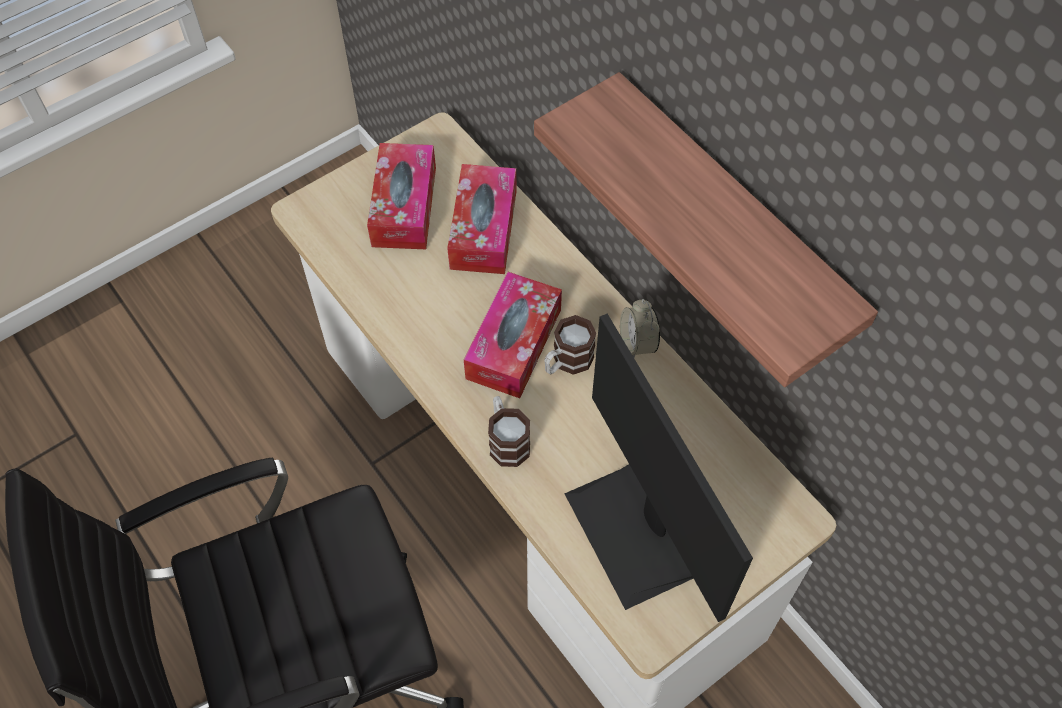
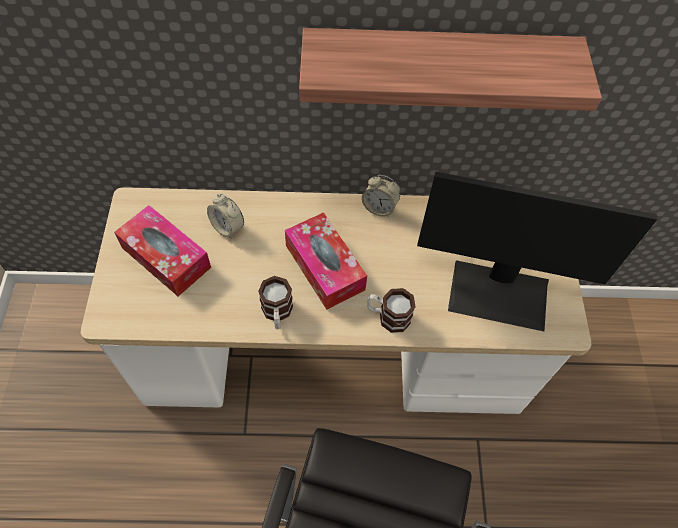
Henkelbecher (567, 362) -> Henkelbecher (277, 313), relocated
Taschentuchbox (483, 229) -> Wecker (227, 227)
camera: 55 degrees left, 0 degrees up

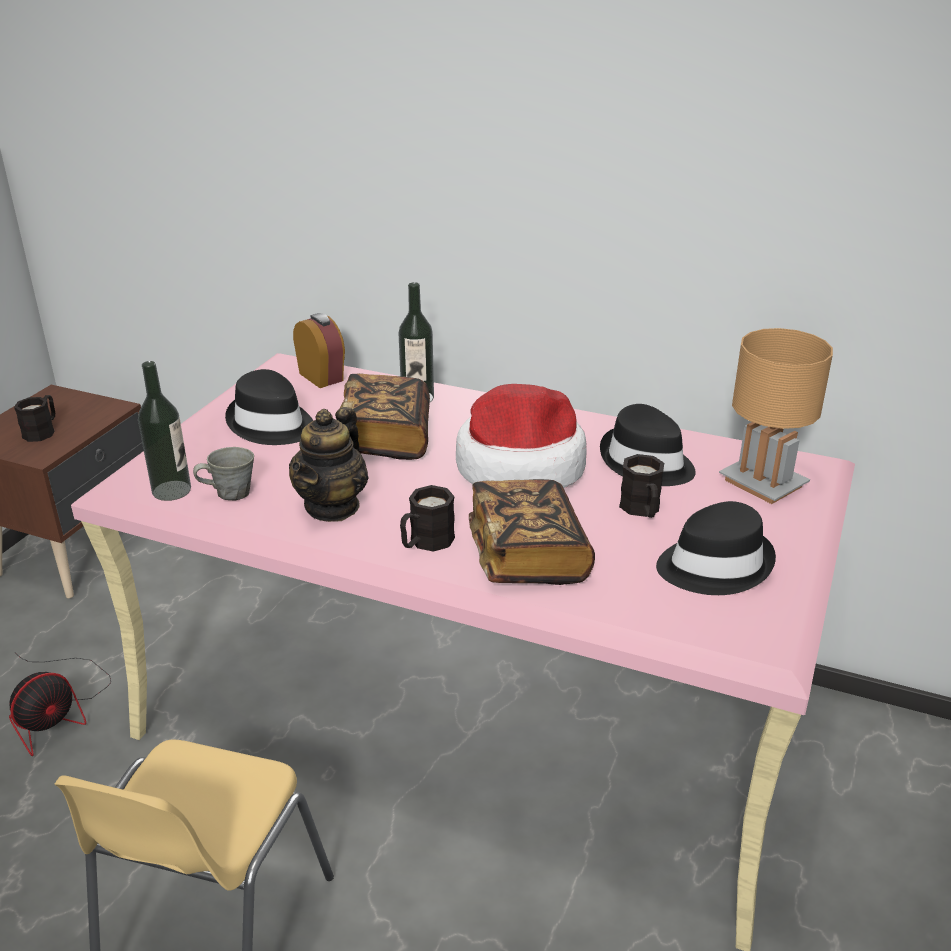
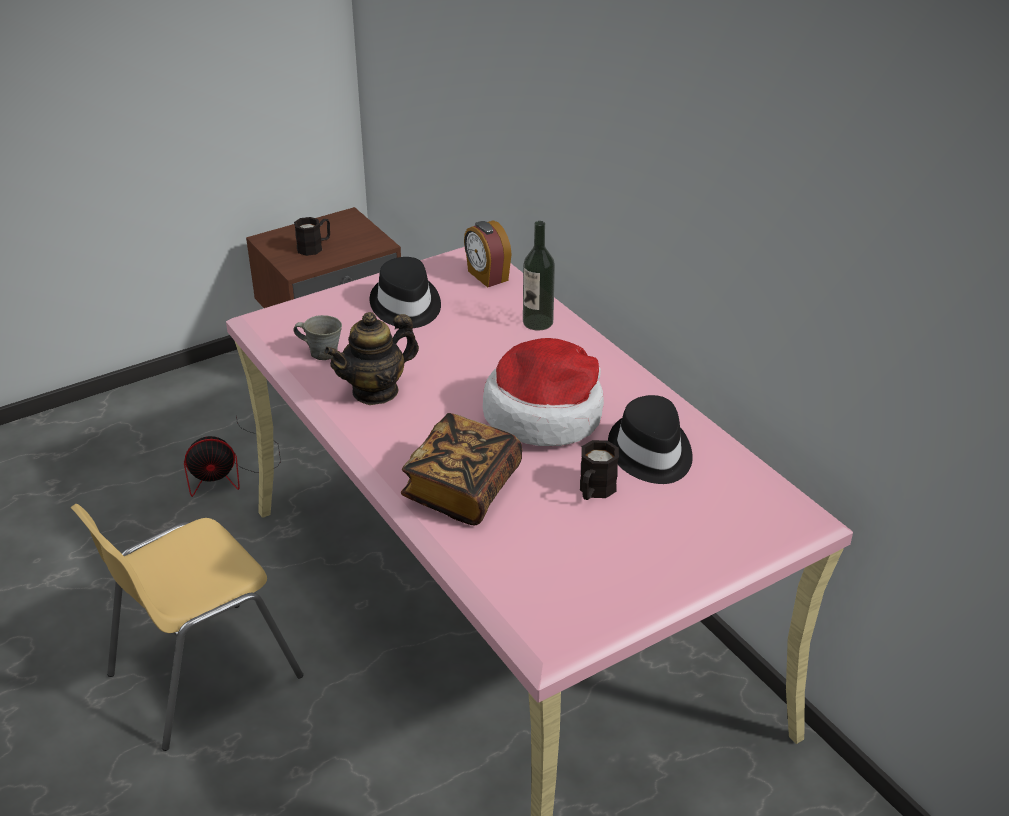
Flasche (171, 490) -> none
Buch (386, 438) -> none
Henkelbecher (schwarz) (425, 542) -> none
Hut (schwarz) (714, 565) -> none
Tischlampe (braun) (762, 484) -> none
Wecker (322, 377) -> Wecker (487, 276), 150 degrees clockwise
camera: 35 degrees right, 5 degrees up

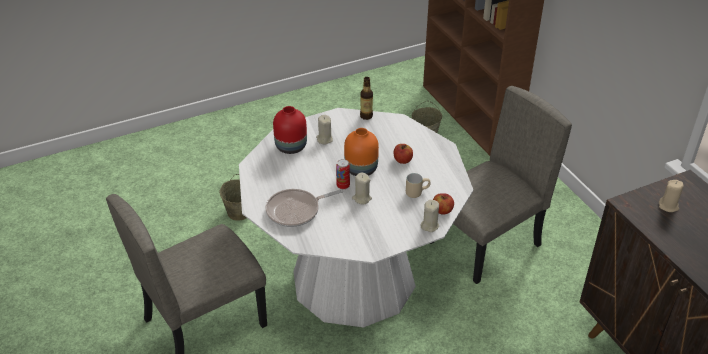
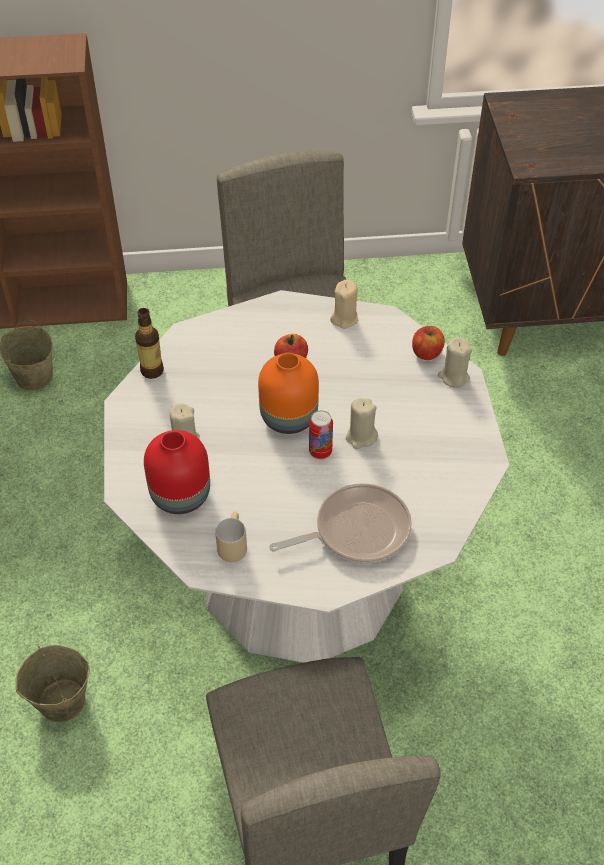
Henkelbecher (beige) (416, 192) -> Henkelbecher (beige) (231, 545), relocated
Kerze (beige) (668, 206) -> Kerze (beige) (344, 318), relocated
Pfanne (296, 211) -> Pfanne (356, 530), 105 degrees counterclockwise
camera: 70 degrees left, 10 degrees up

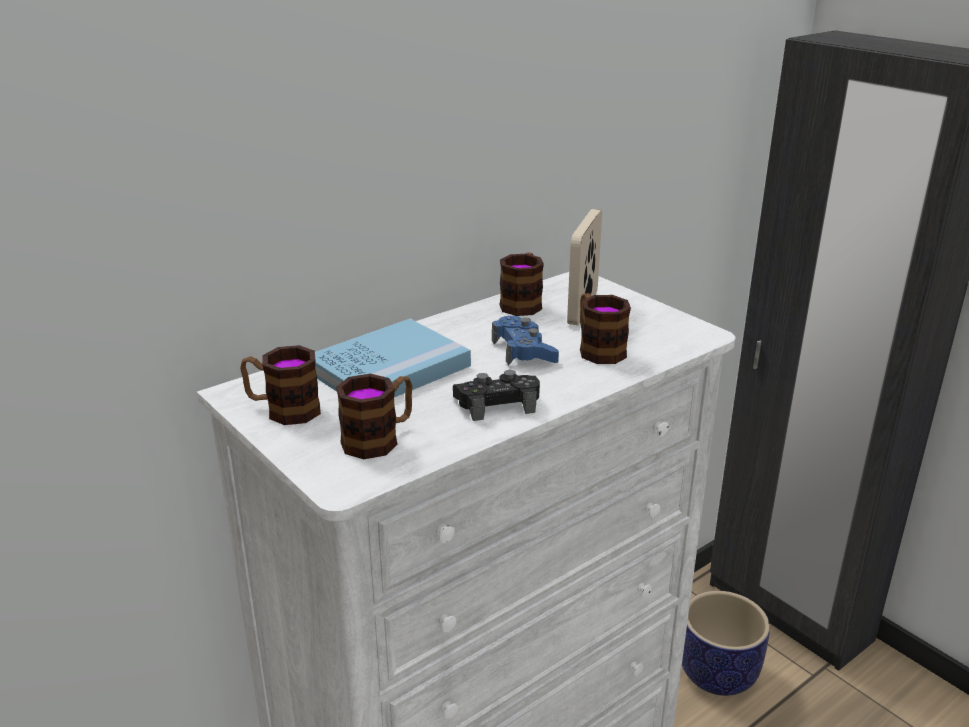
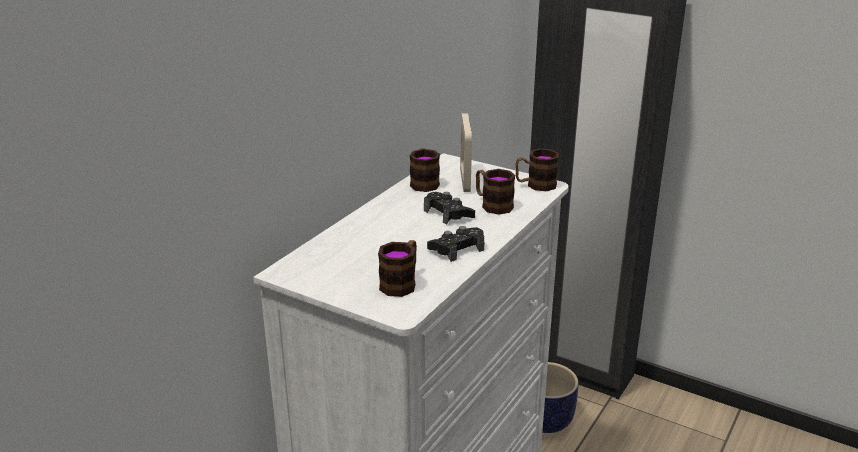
Buch (blau) (389, 368) -> none
Henkelbecher (283, 409) -> Henkelbecher (535, 185), relocated
Gamepad (blau) (524, 351) -> Gamepad (schwarz) (448, 213)
camera: 20 degrees left, 0 degrees up

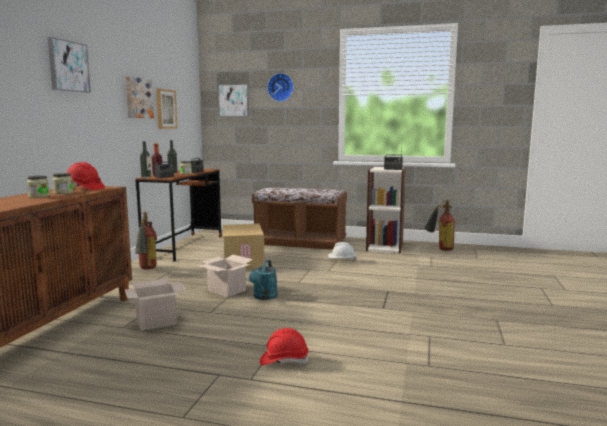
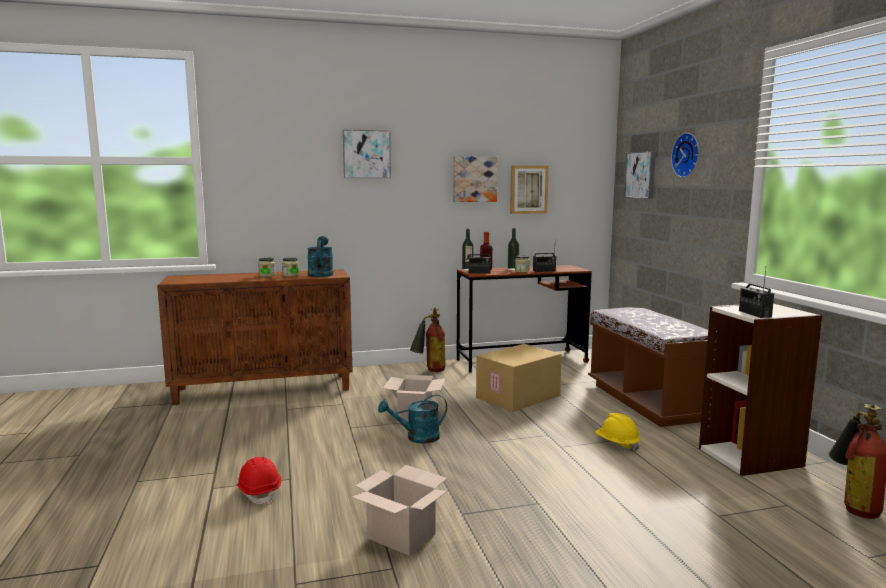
Karton (157, 321) -> Karton (403, 536), relocated
Schutzhelm (rot) (84, 188) -> Gießkanne (türkis) (320, 274)
Schutzhelm (weiß) (341, 261) -> Schutzhelm (gelb) (617, 444)
camera: 60 degrees right, 0 degrees up

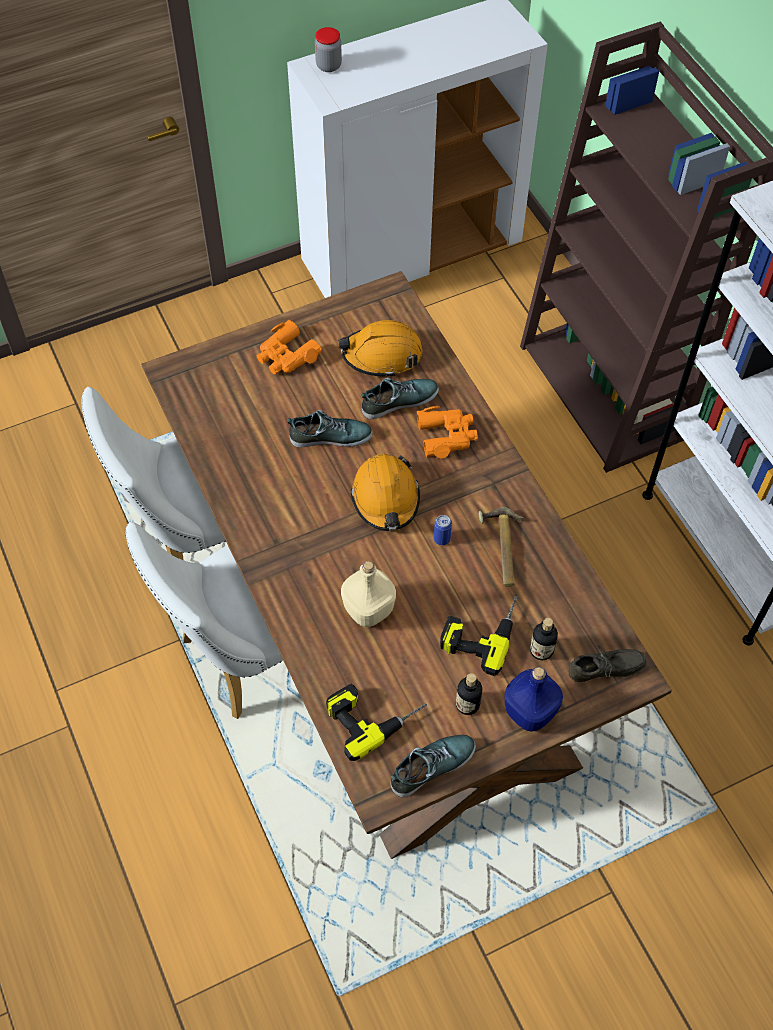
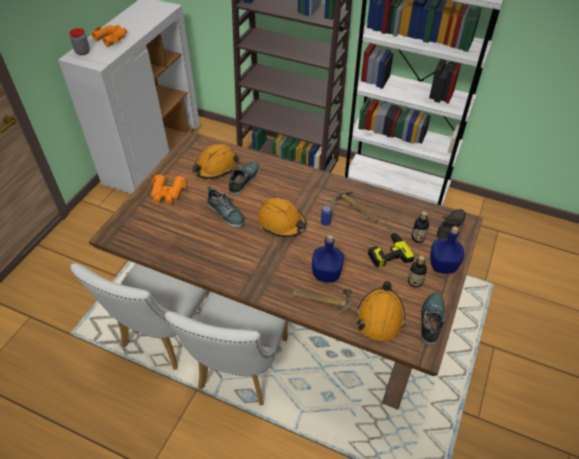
none -> Hammer (322, 298)
Fernglas (orange) (447, 435) -> Fernglas (orange) (112, 38), relocated
Bohrmaschine (373, 714) -> Schutzhelm (orange) (380, 317)
Flasche (beige) (368, 610) -> Flasche (blau) (326, 274)
Schuh (330, 436) -> Schuh (226, 213), 90 degrees clockwise
camera: 40 degrees left, 10 degrees down

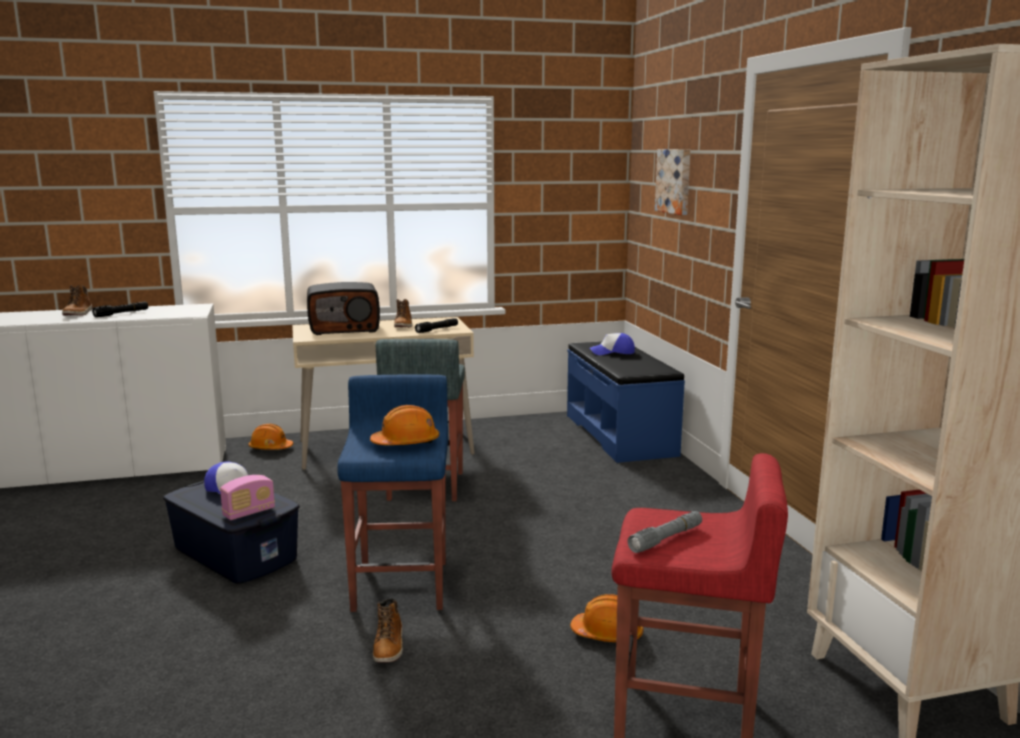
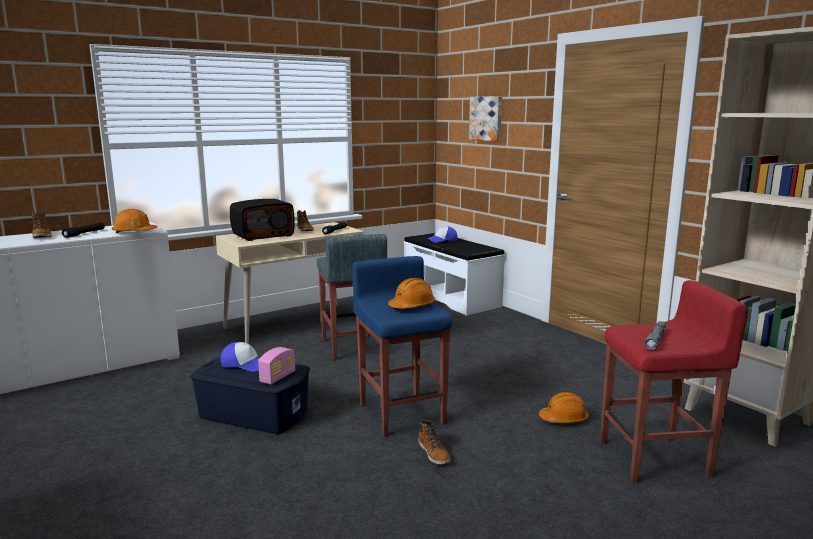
Schutzhelm (orange) (270, 448) -> Schutzhelm (orange) (134, 232), relocated
Bank (blau) (620, 434) -> Bank (weiß) (451, 297)
camera: 20 degrees left, 0 degrees up

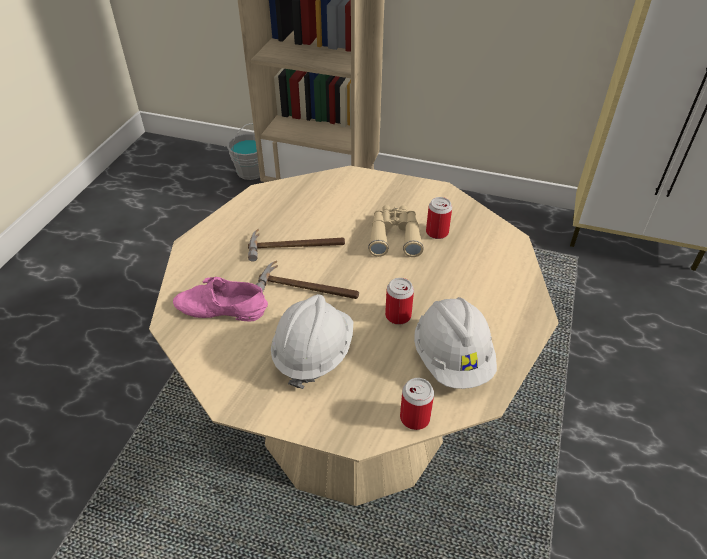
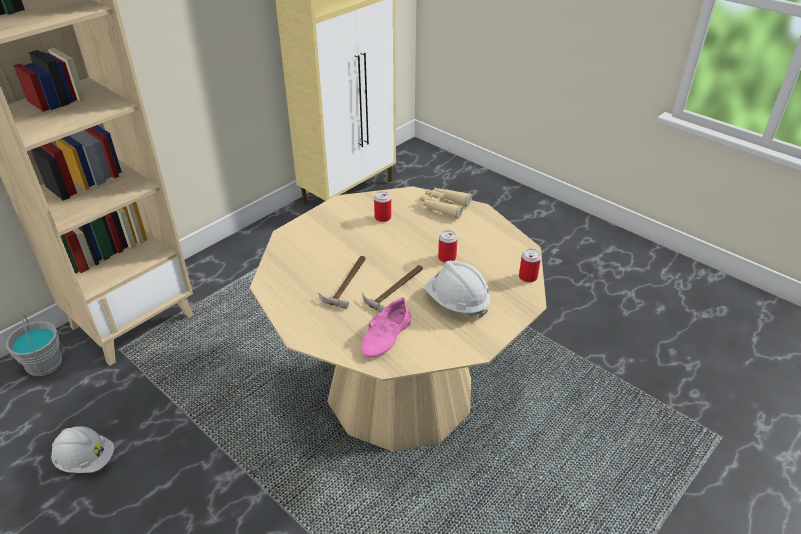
Fernglas (beige) (394, 236) -> Fernglas (beige) (443, 206), relocated
Schutzhelm (weiß) (452, 359) -> Schutzhelm (weiß) (86, 460), relocated
camera: 65 degrees left, 5 degrees down

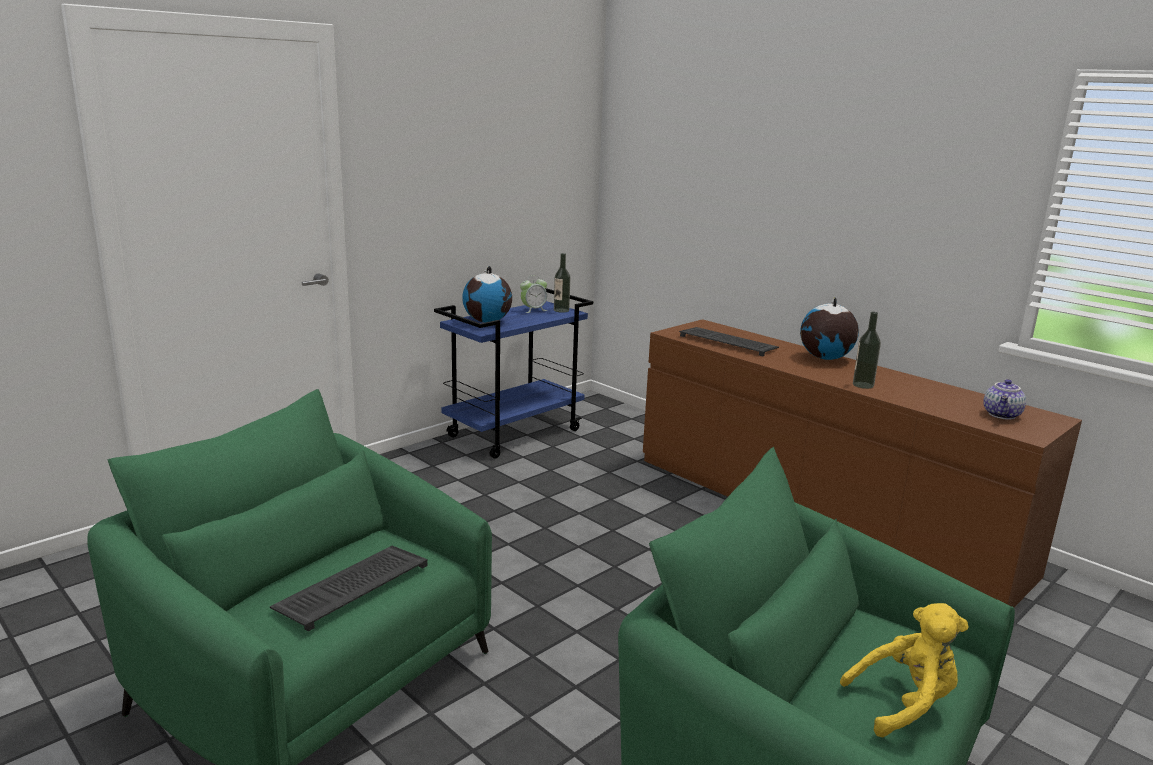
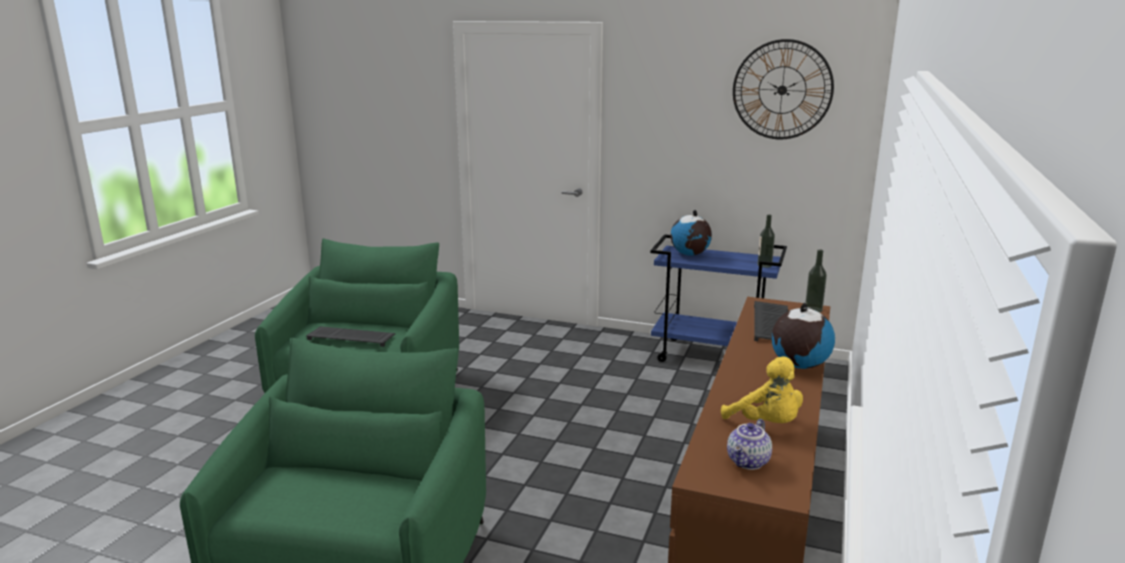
Wecker (533, 310) -> none
none -> Wanduhr (782, 90)
Plüschtier (gelb) (904, 704) -> Plüschtier (gelb) (766, 424), relocated
Flasche (863, 385) -> Flasche (813, 310), relocated
Teekanne (1002, 415) -> Teekanne (749, 462), 60 degrees counterclockwise
camera: 65 degrees right, 0 degrees up

